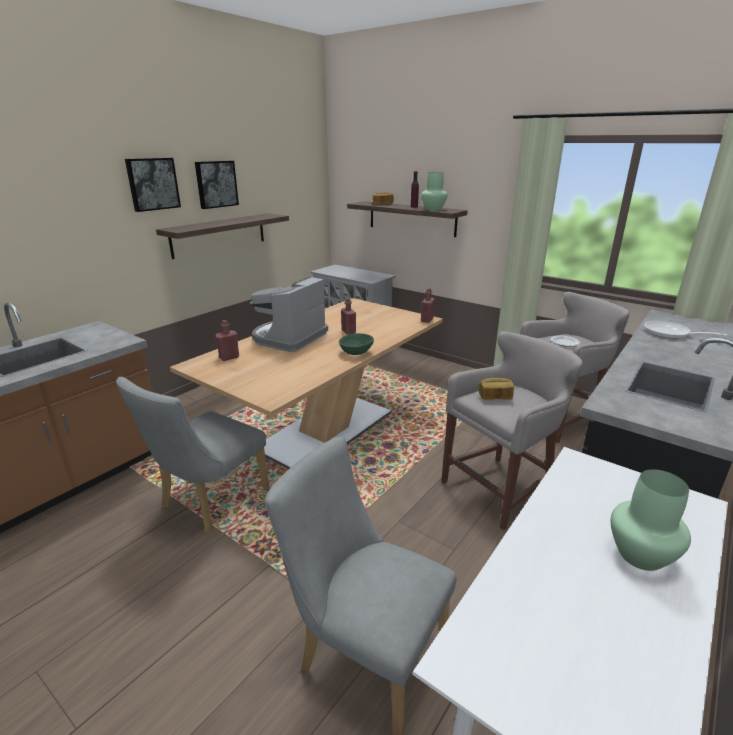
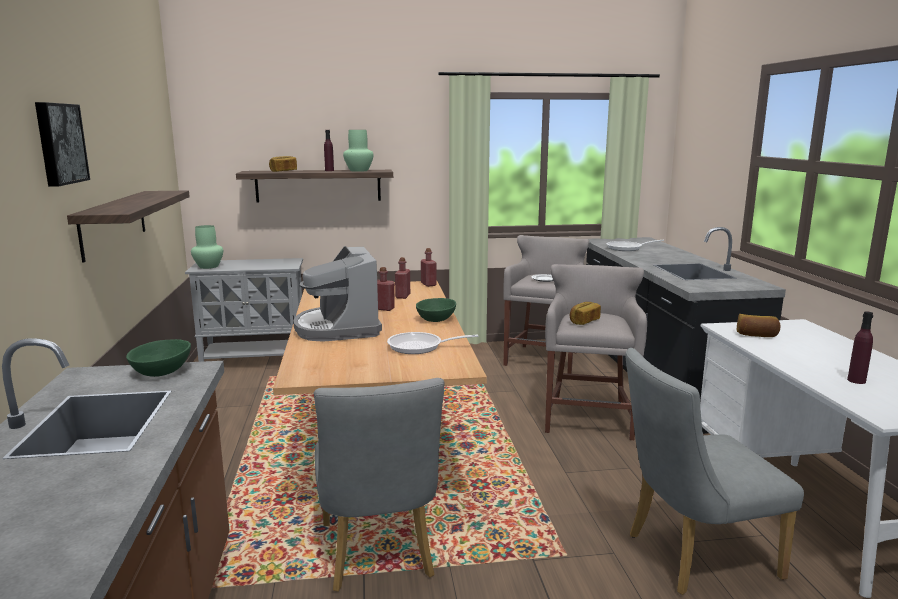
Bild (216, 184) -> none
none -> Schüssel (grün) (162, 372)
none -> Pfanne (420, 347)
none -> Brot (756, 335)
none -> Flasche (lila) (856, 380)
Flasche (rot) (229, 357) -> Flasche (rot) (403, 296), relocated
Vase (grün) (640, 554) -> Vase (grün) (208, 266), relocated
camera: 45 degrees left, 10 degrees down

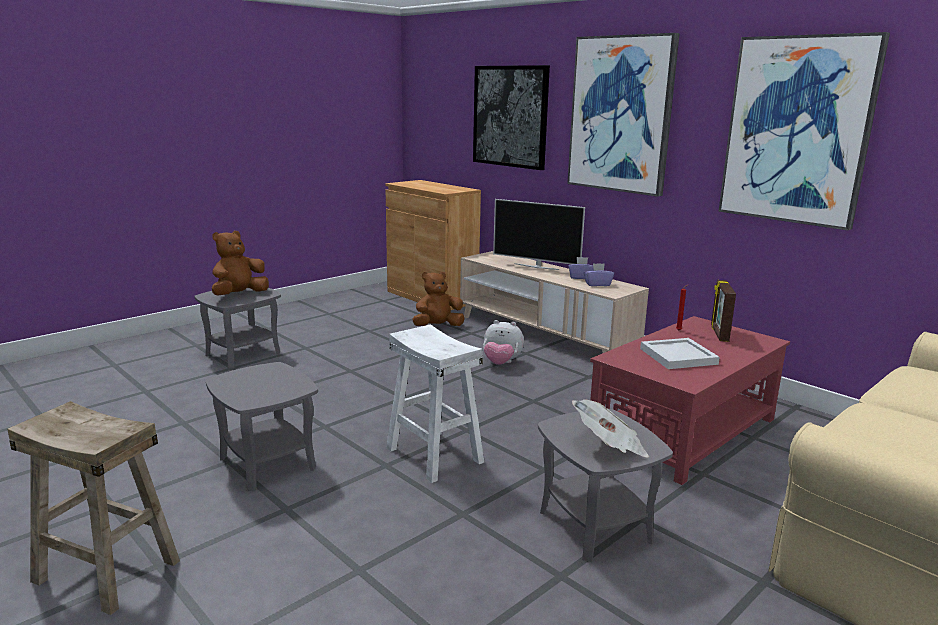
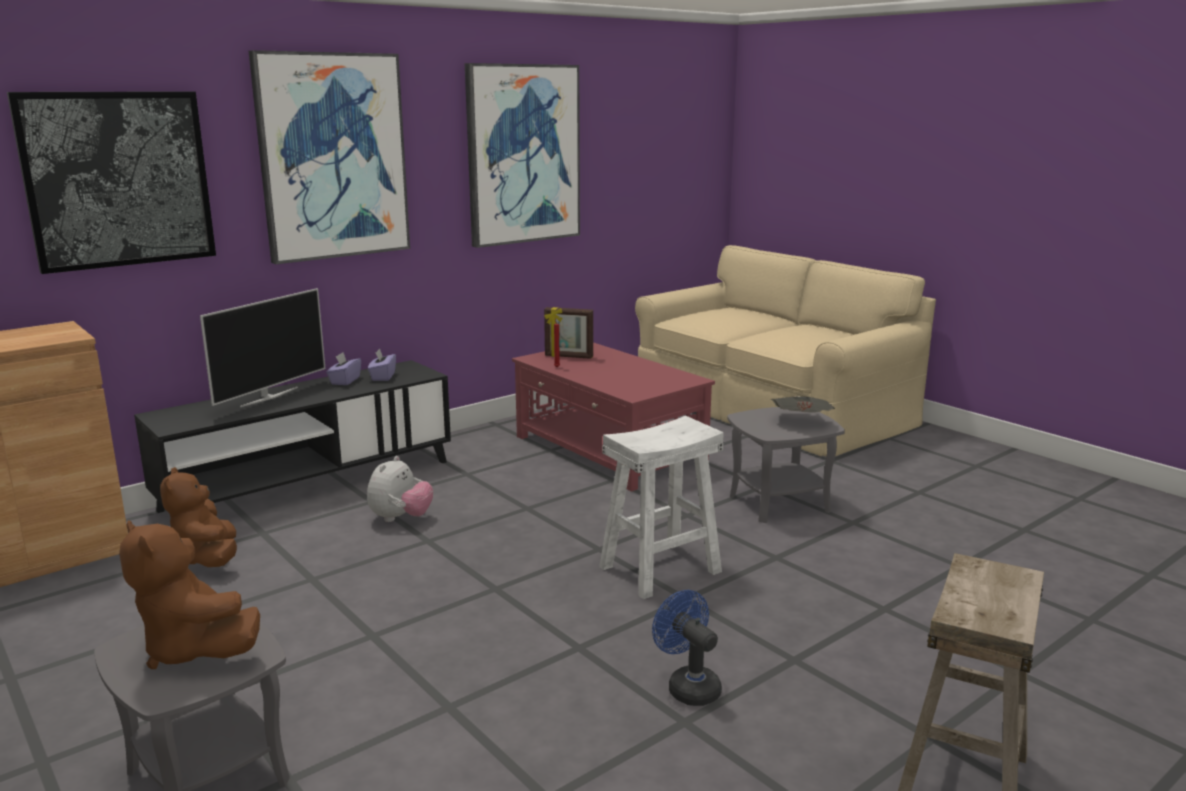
Tablett (weiß) (677, 356) -> none
Beistelltisch (grau) (267, 463) -> Ventilator (blau) (688, 686)
Fernsehschrank (beige) (544, 335) -> Fernsehschrank (schwarz) (309, 485)
camera: 85 degrees left, 0 degrees up

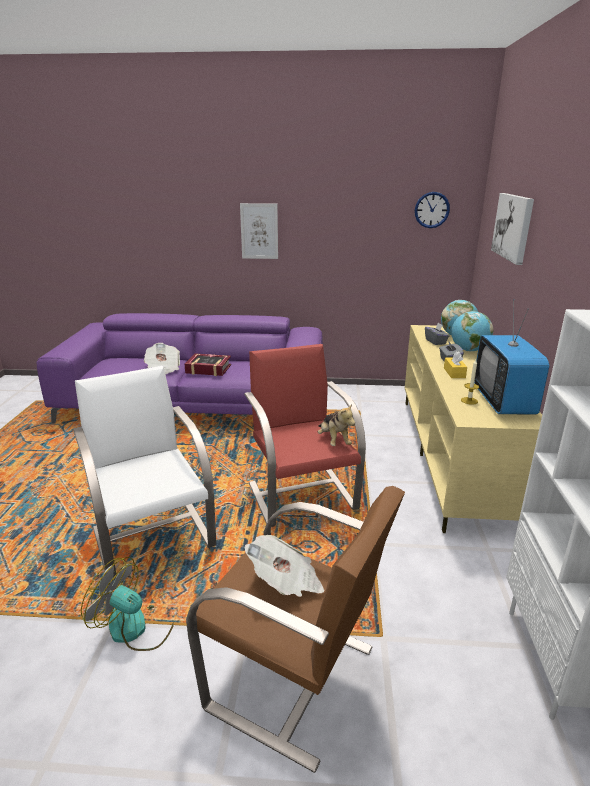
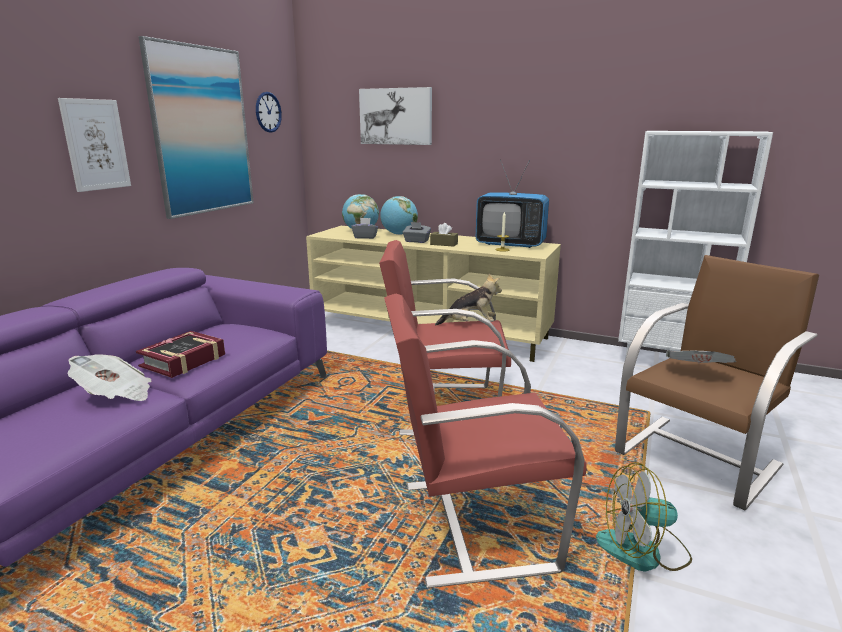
none -> Bild (201, 131)
Sessel (weiß) (153, 536) -> Sessel (rot) (474, 524)
Taschentuchbox (gelb) (454, 373) -> Taschentuchbox (braun) (444, 244)
Ventilator (136, 627) -> Ventilator (643, 550), 45 degrees clockwise
camera: 70 degrees left, 5 degrees down

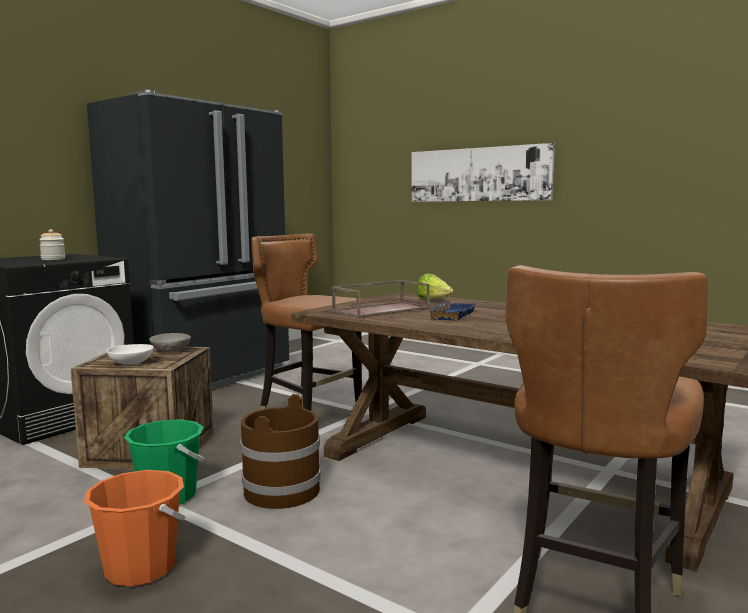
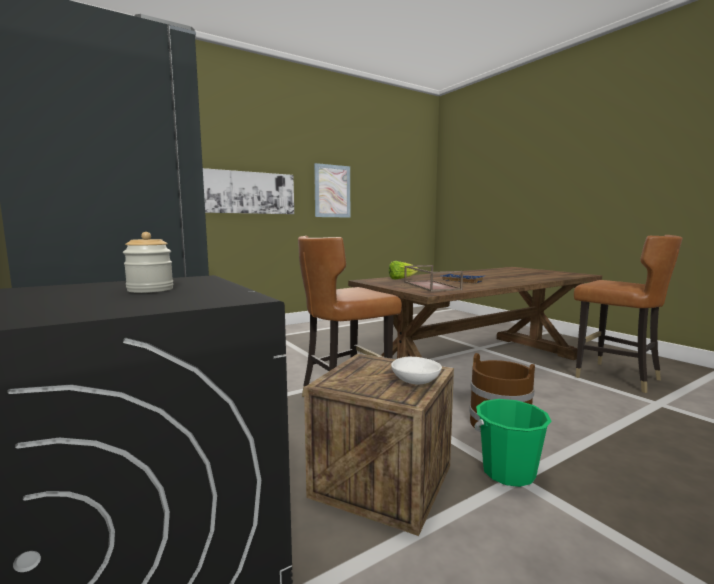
Eimer (orange) (141, 568) -> none
Schüssel (grau) (171, 351) -> none
none -> Bild (332, 191)
camera: 70 degrees left, 0 degrees up

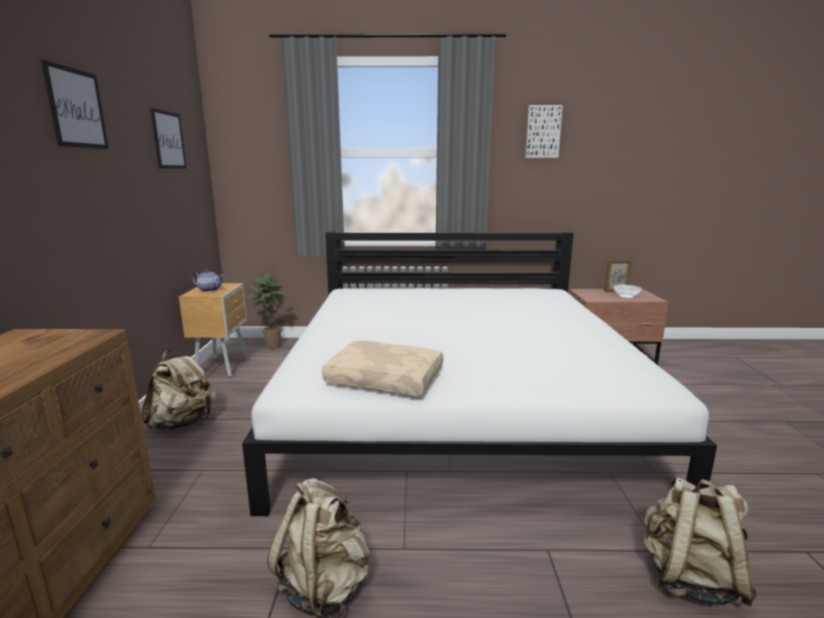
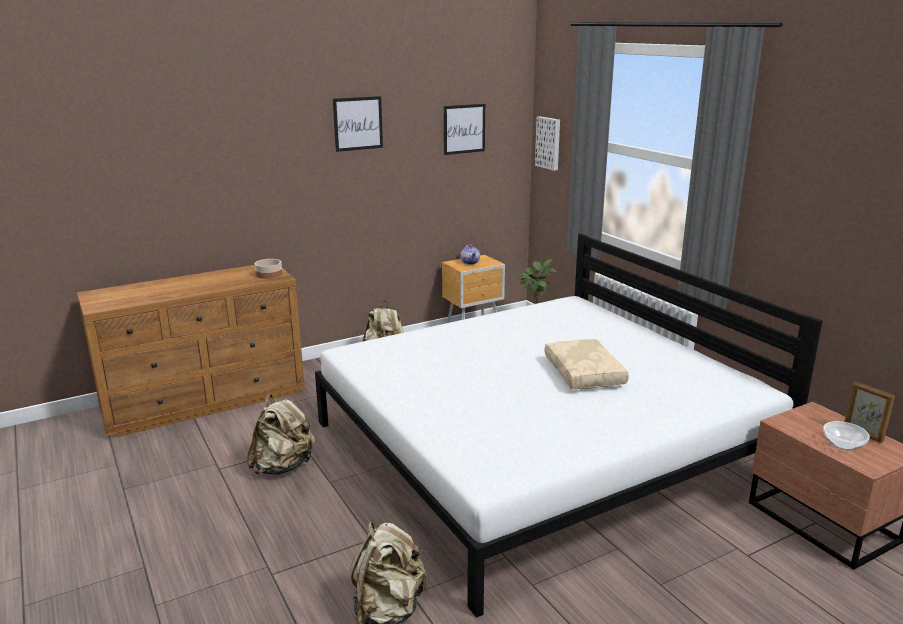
none -> Schüssel (269, 274)
Kissen (beige) (386, 379) -> Kissen (beige) (585, 373), relocated
Bild (542, 132) -> Bild (549, 143), relocated
camera: 60 degrees right, 5 degrees up

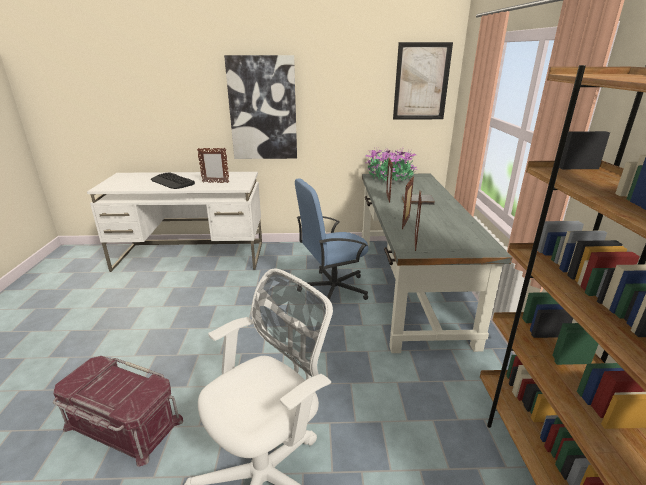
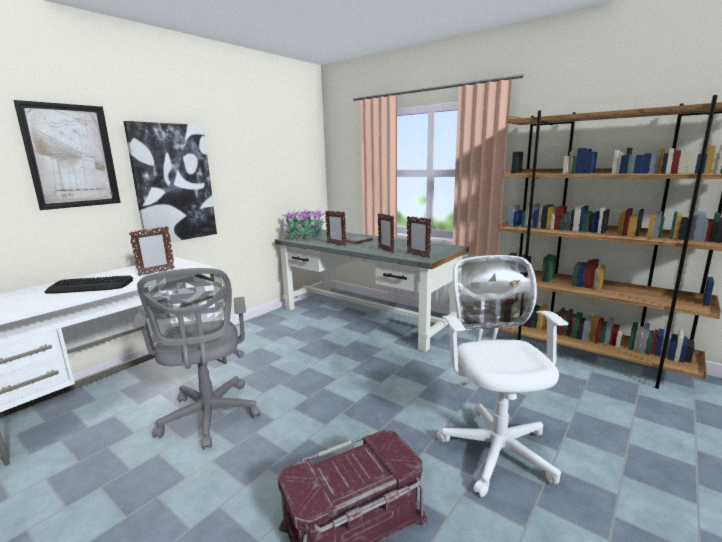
Bürostuhl (blau) (332, 289) -> none
none -> Bürostuhl (grau) (209, 418)
Bild (421, 82) -> Bild (71, 156), relocated
camera: 50 degrees left, 10 degrees down

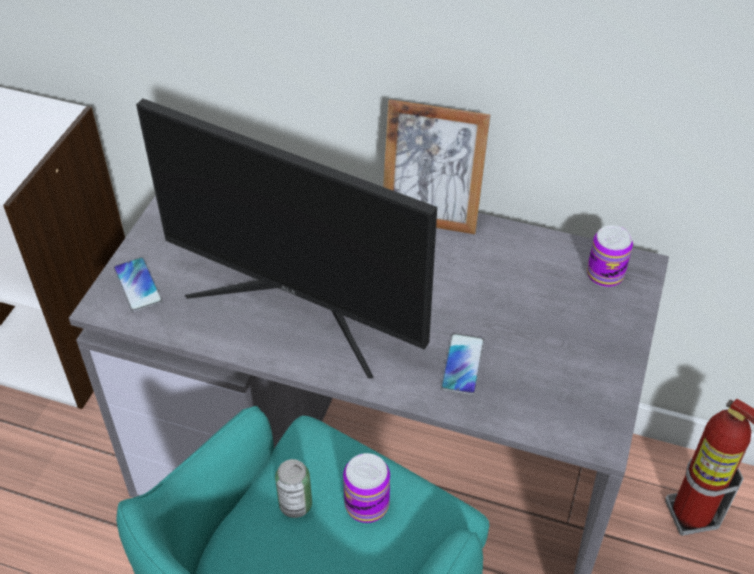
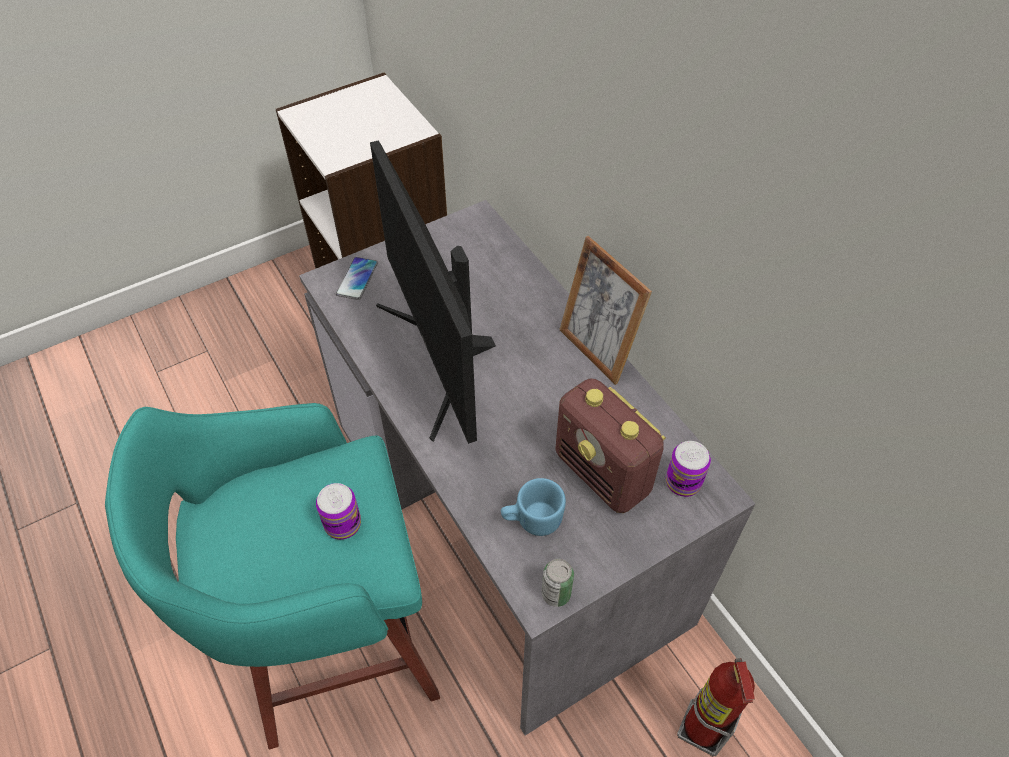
Handy (462, 365) -> none
none -> Henkelbecher (blau) (532, 519)
none -> Radio (603, 474)
Dose (295, 505) -> Dose (556, 594), relocated
camera: 40 degrees right, 5 degrees up

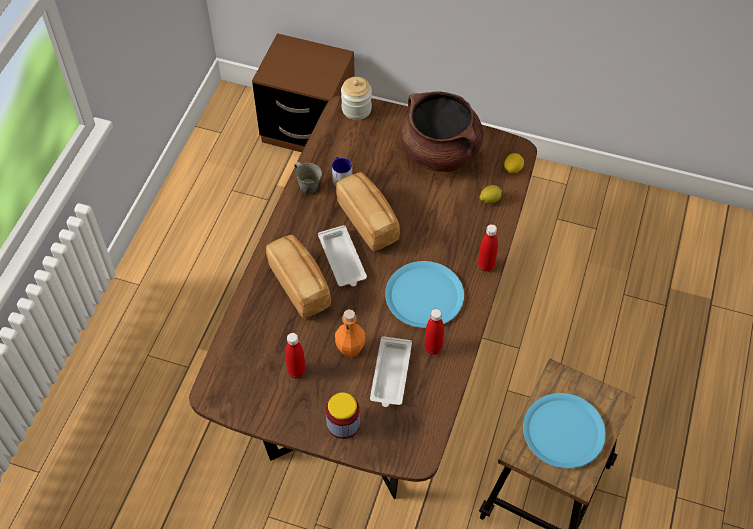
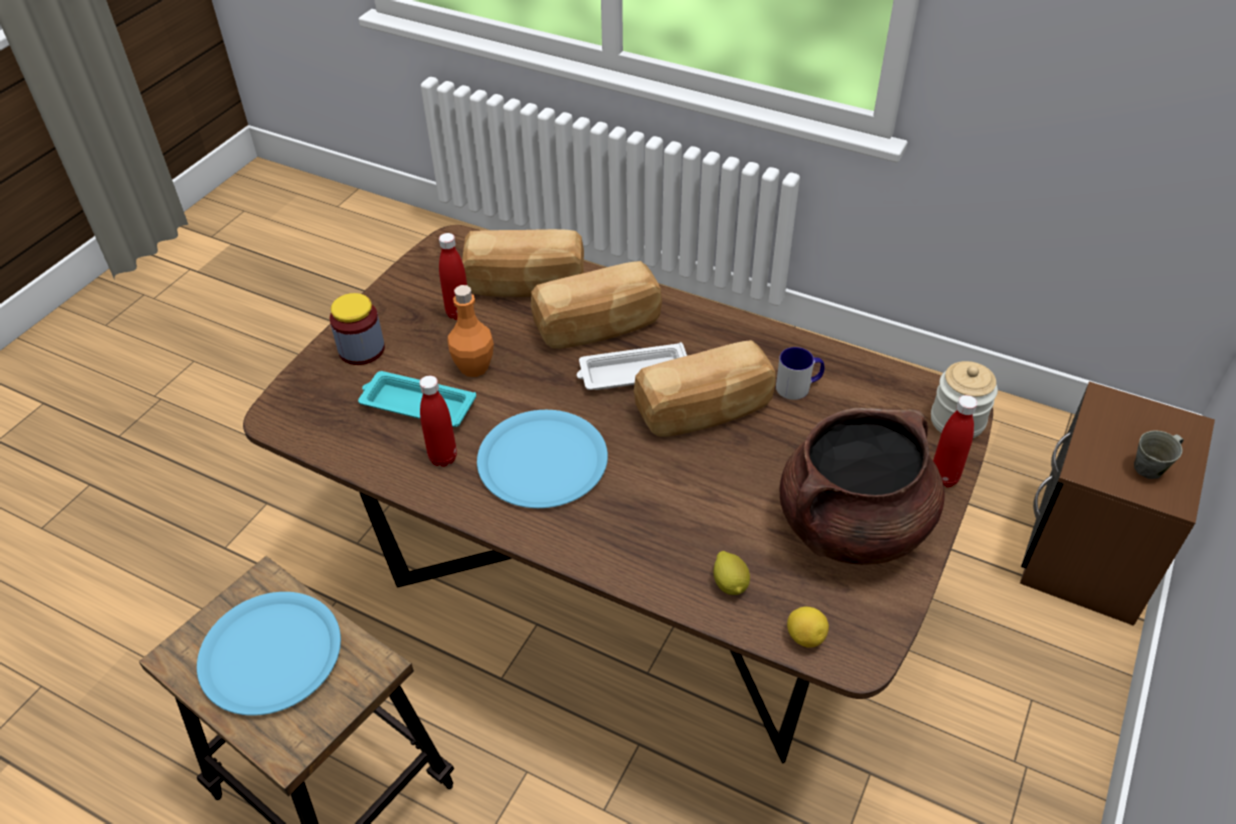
none -> Brot (525, 284)
Henkelbecher (grau) (308, 186) -> Henkelbecher (grau) (1150, 468), relocated
Flasche (rot) (486, 265) -> Flasche (rot) (943, 478), relocated
Tablett (weiß) (390, 375) -> Tablett (türkis) (416, 405)
camera: 100 degrees right, 10 degrees down

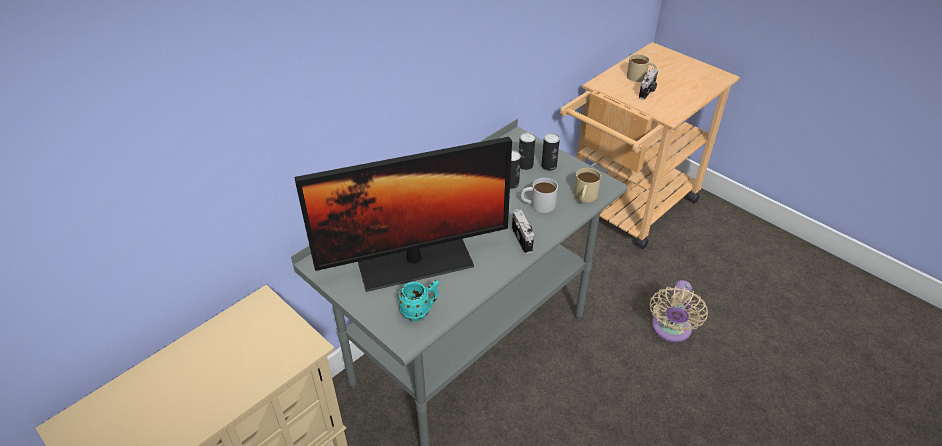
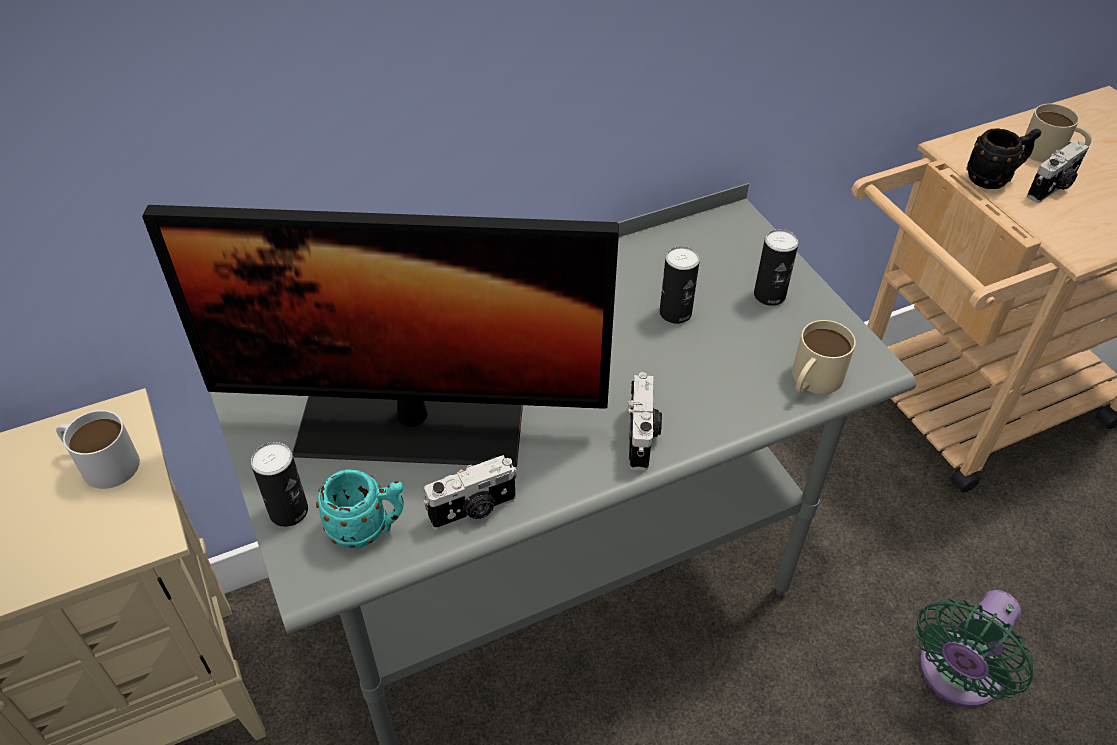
none -> Kamera (474, 510)
none -> Henkelbecher (schwarz) (993, 179)
Dose (525, 165) -> Dose (288, 511), relocated
Henkelbecher (weiß) (538, 204) -> Henkelbecher (weiß) (101, 462), relocated
Ventilator (beige) (670, 330) -> Ventilator (grün) (955, 676)
camera: 20 degrees right, 5 degrees up

